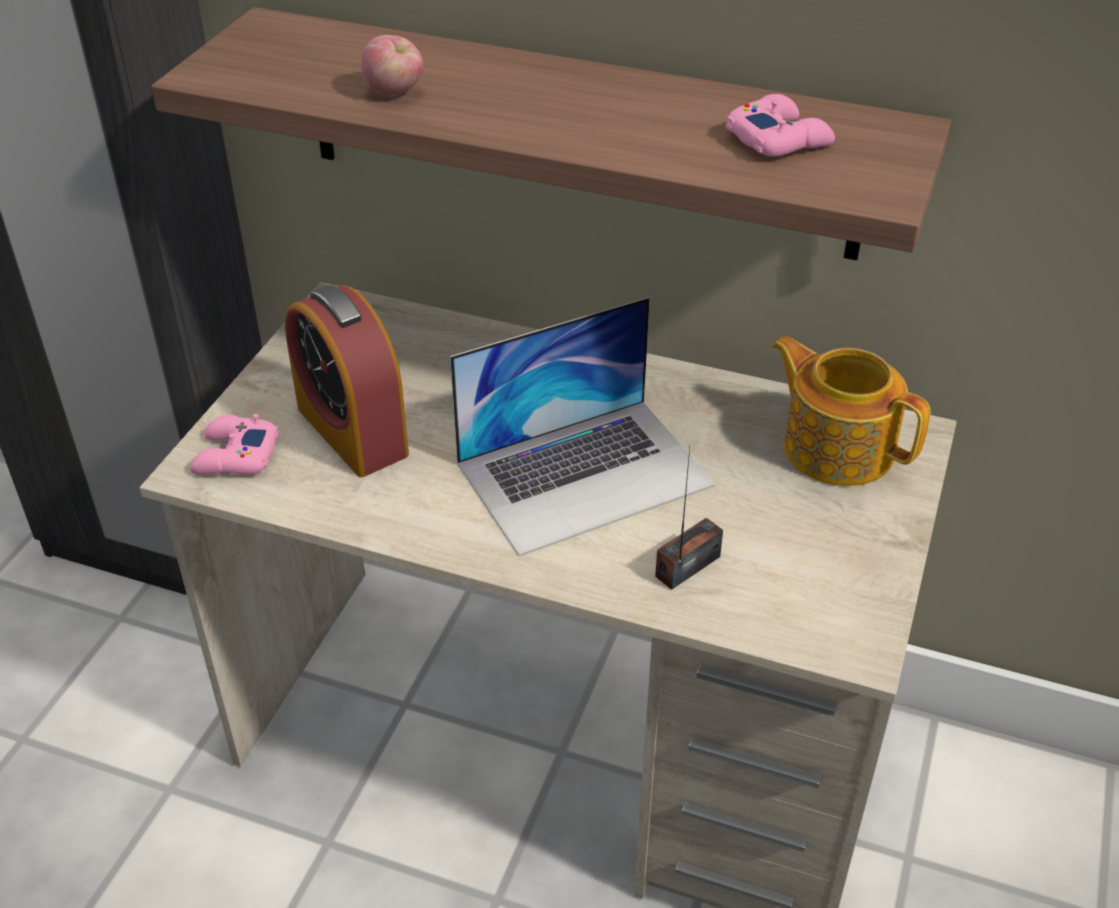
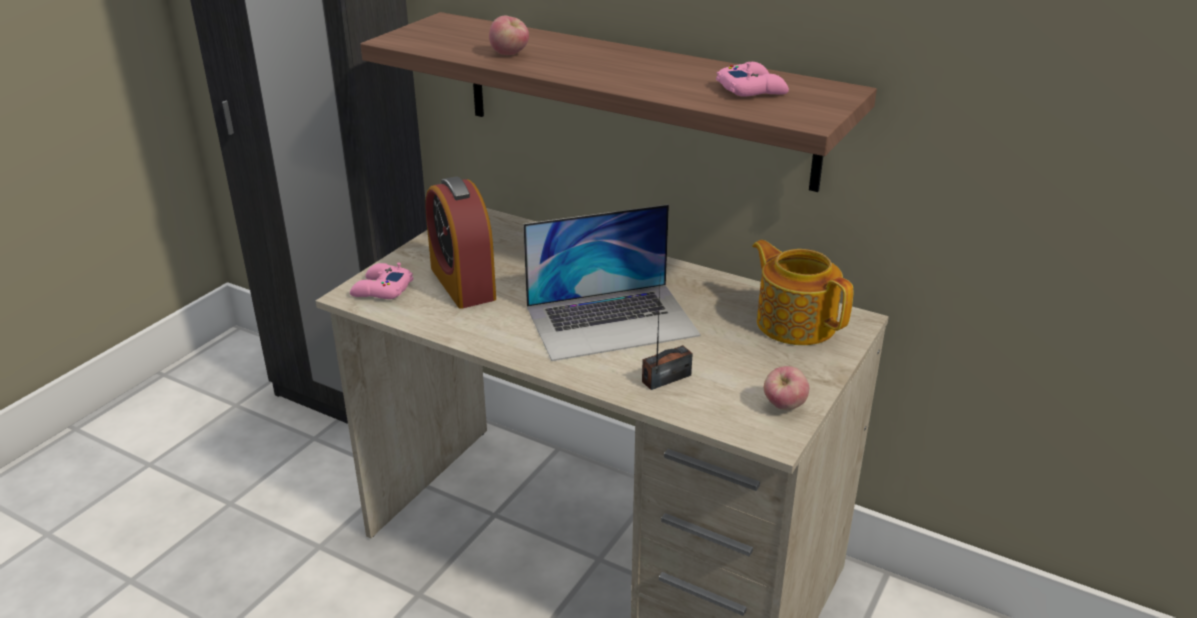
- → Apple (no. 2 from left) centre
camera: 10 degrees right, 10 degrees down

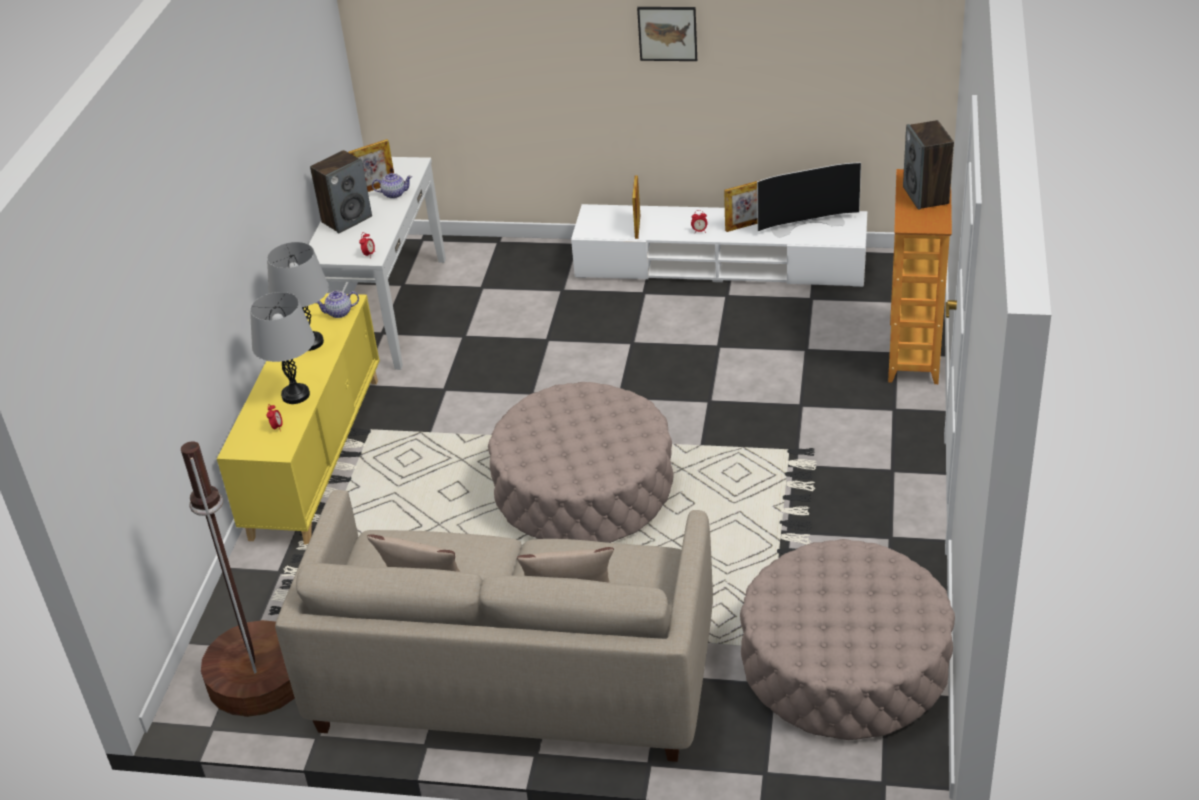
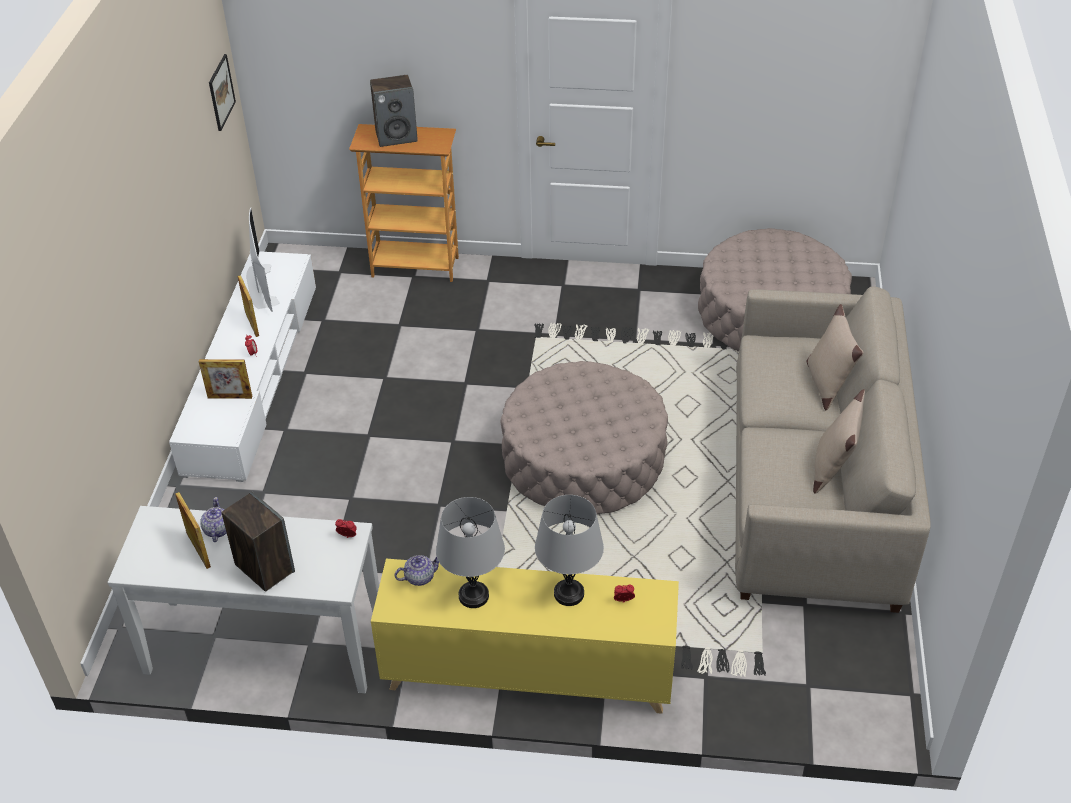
Picture top centre → Picture top left, shifted
Teapot (no. 1 from left in the first image) middle left → Teapot (no. 2 from left) bottom centre, 90 degrees counterclockwise
BrownFloorLamp bottom left → -
camera: 95 degrees left, 5 degrees up

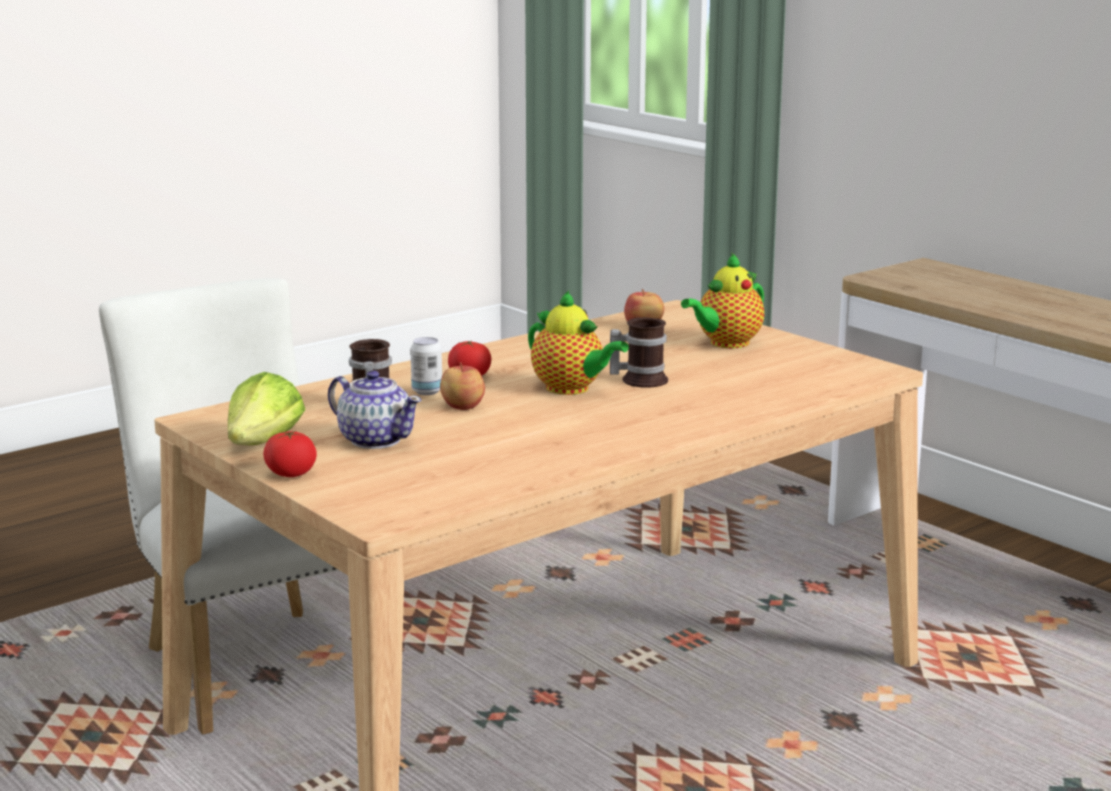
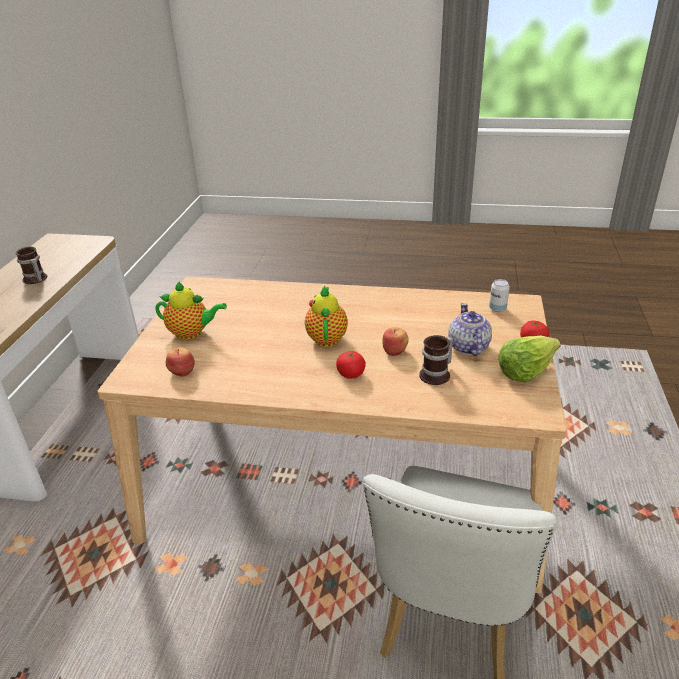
Mug (no. 2 from left in the first image) centre → Mug (no. 1 from left) middle left, shifted
Can centre → Can middle right, shifted
camera: 130 degrees left, 15 degrees up

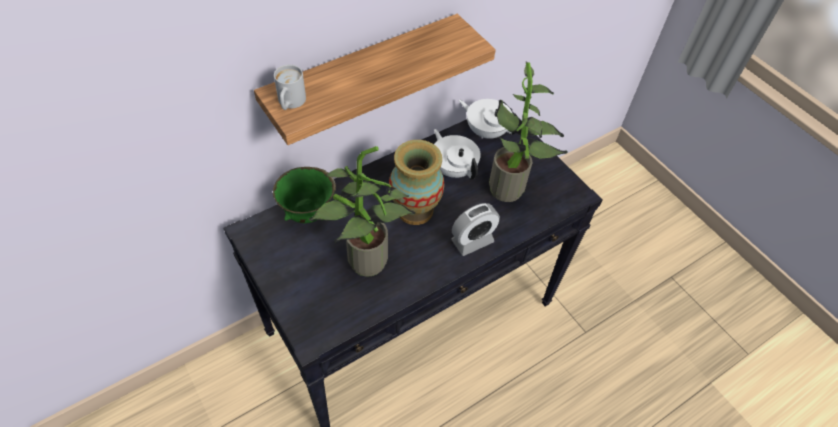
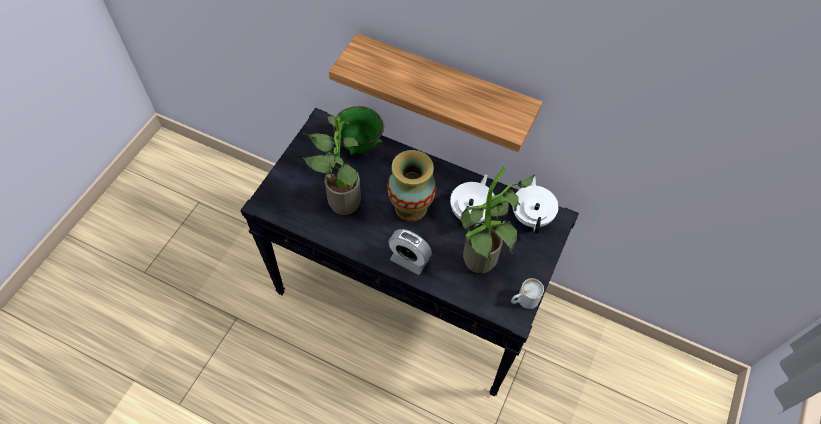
WhiteMug top centre → WhiteMug bottom centre, shifted
camera: 60 degrees right, 5 degrees up

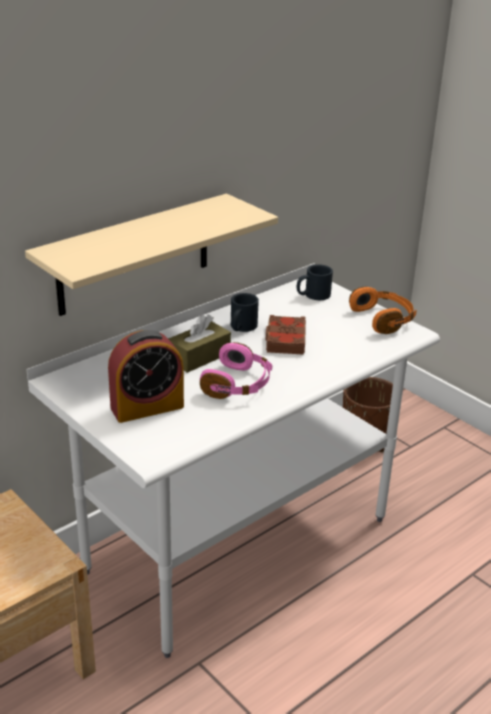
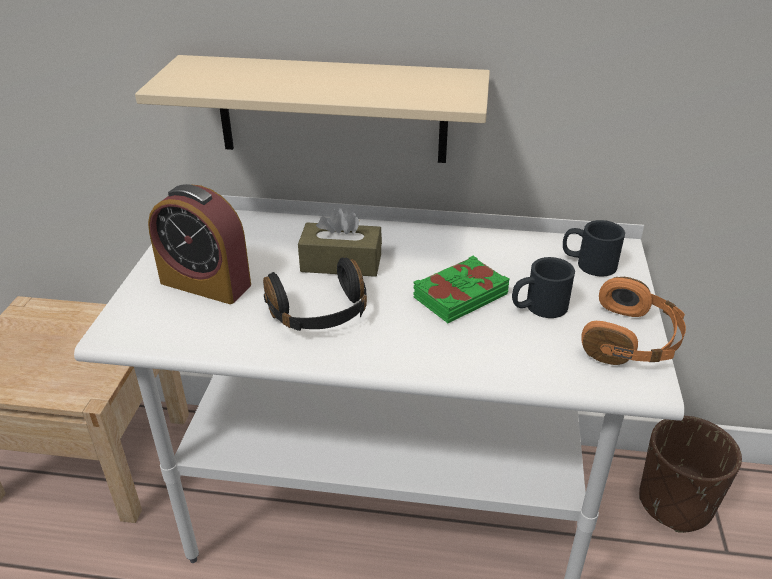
PinkHeadphones centre → BlackHeadphones centre
BrownBook centre → GreenBook centre
BlackMug (no. 1 from left) centre → BlackMug (no. 1 from left) middle right, shifted
camera: 50 degrees right, 5 degrees up

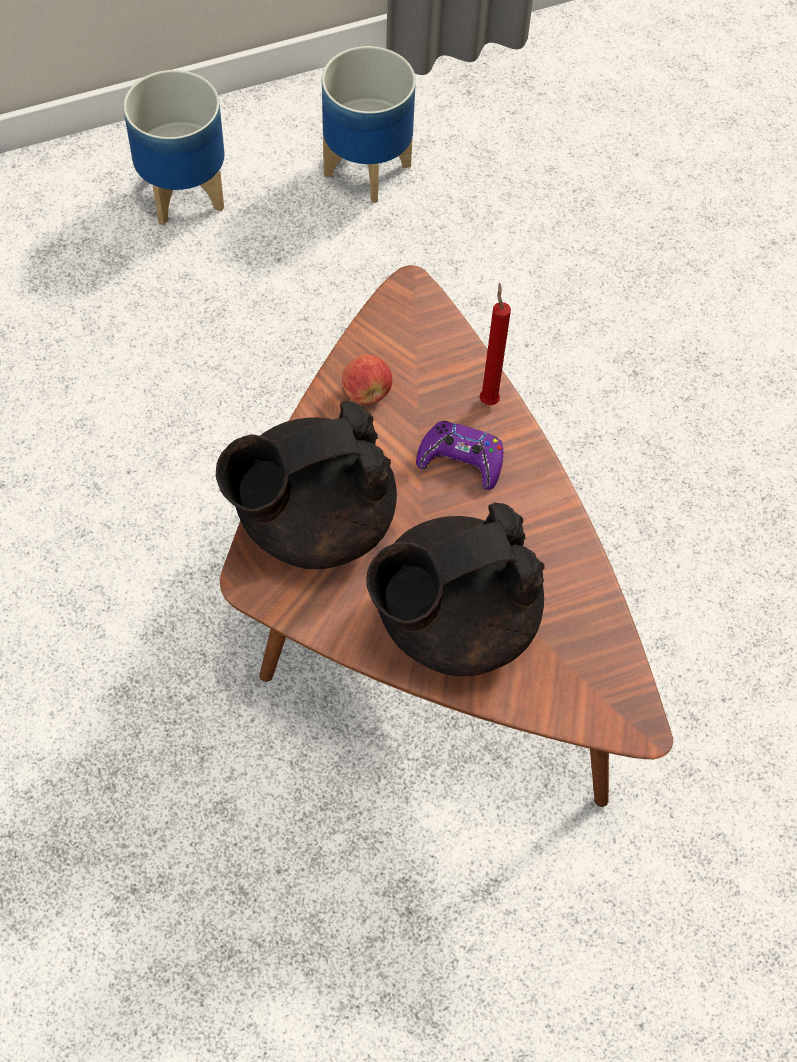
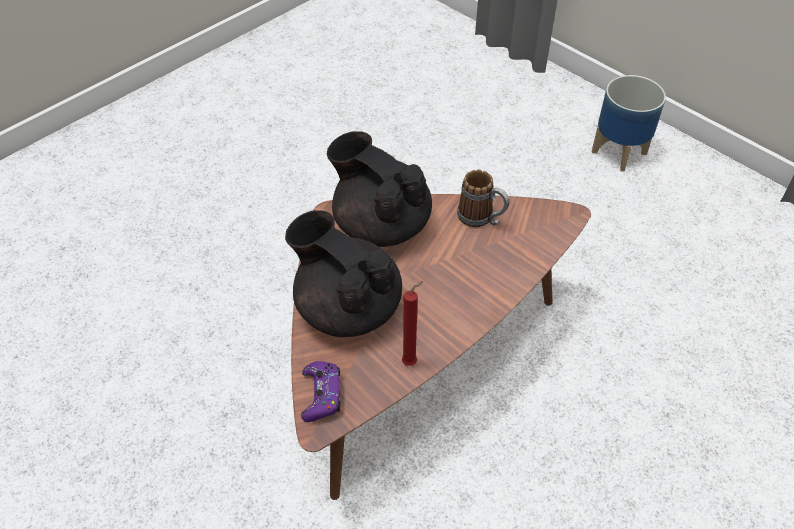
PurpleGameController centre → PurpleGameController bottom centre, shifted
RedCandle top centre → RedCandle centre, shifted
Apple centre → Mug centre
Planter (no. 2 from left) top centre → -
camera: 70 degrees right, 10 degrees down

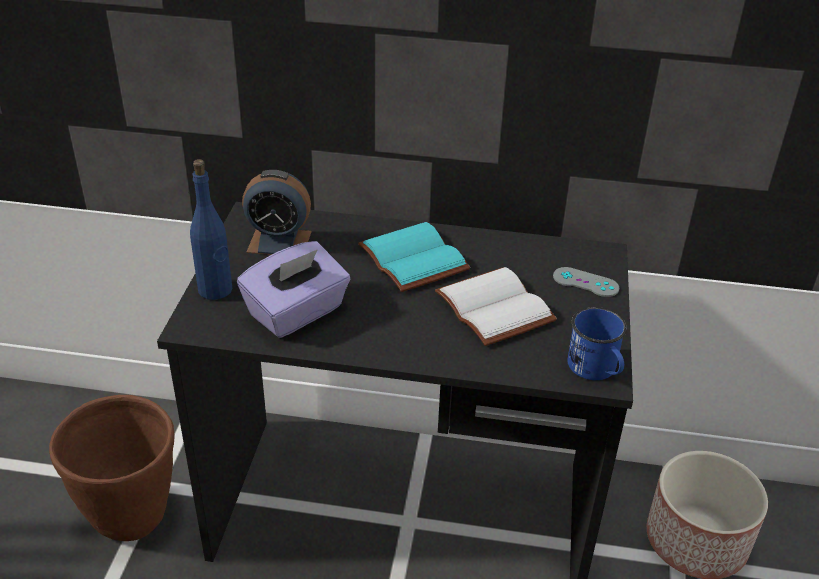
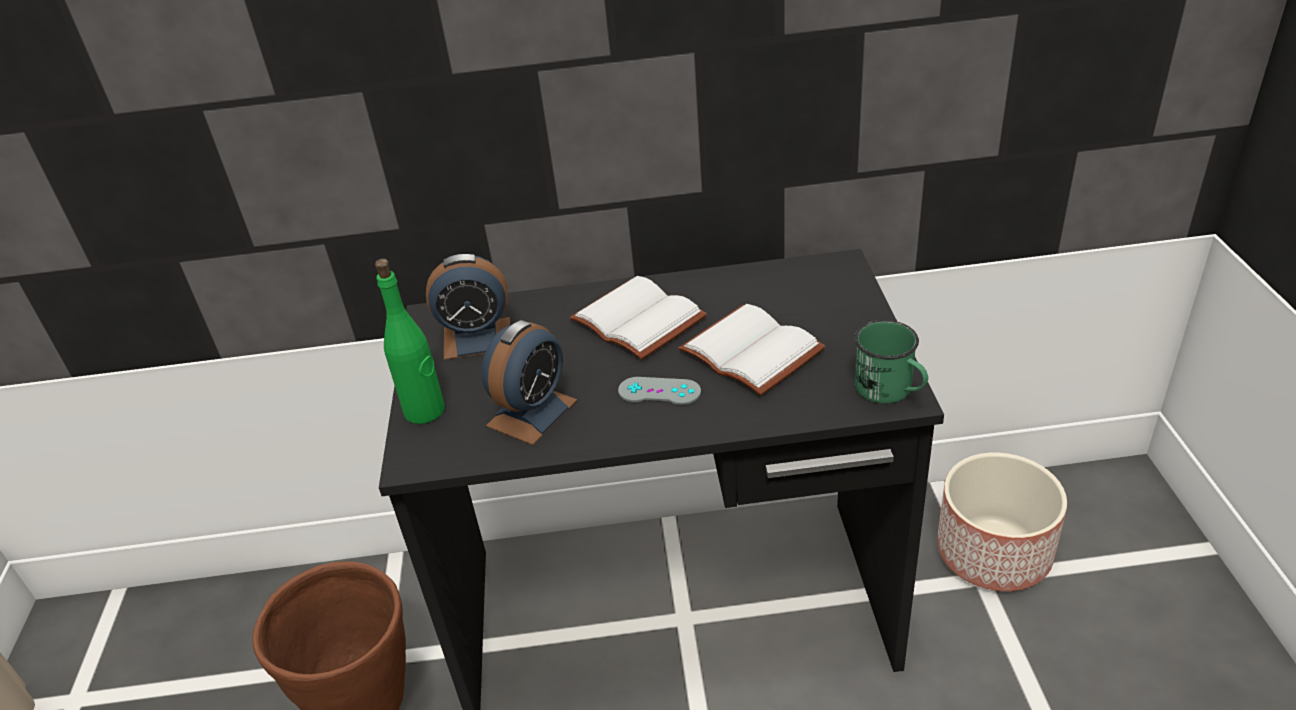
BlueBottle middle left → GreenBottle middle left
PurpleTissueBox centre → AlarmClock (no. 2 from left) centre
TurquoiseBook centre → WhiteBook (no. 1 from left) centre
GreyGameController middle right → GreyGameController centre, shifted
BlueMug middle right → GreenMug middle right
camera: 10 degrees left, 0 degrees up

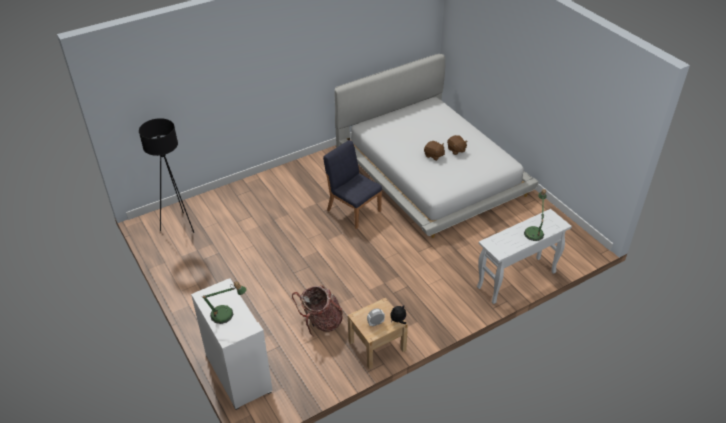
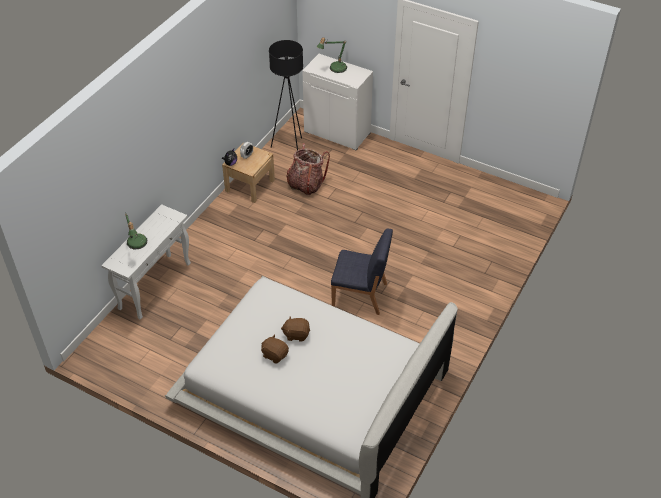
BlackFloorLamp middle left → BlackFloorLamp top centre, shifted
camera: 150 degrees right, 5 degrees up

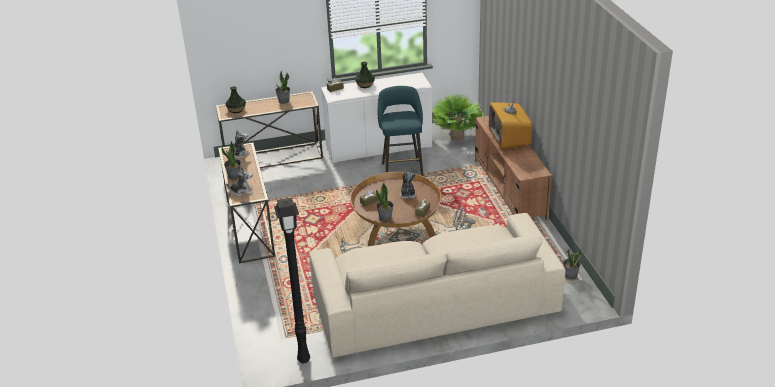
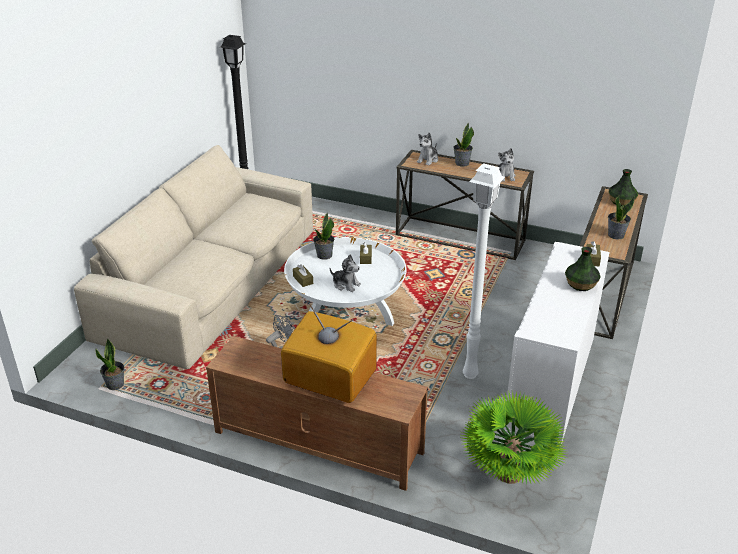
BrownCoffeeTable centre → WhiteCoffeeTable centre
TurquoiseStool centre → WhiteFloorLamp centre
camera: 125 degrees right, 0 degrees up

